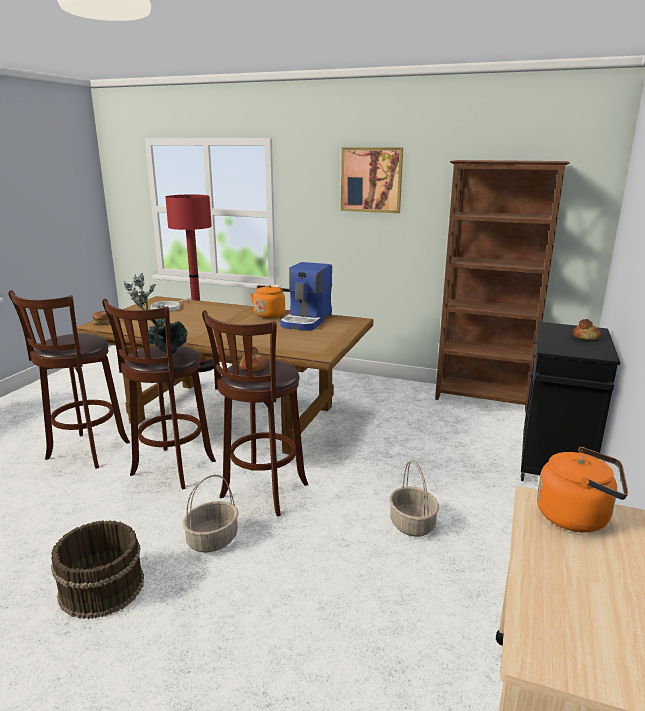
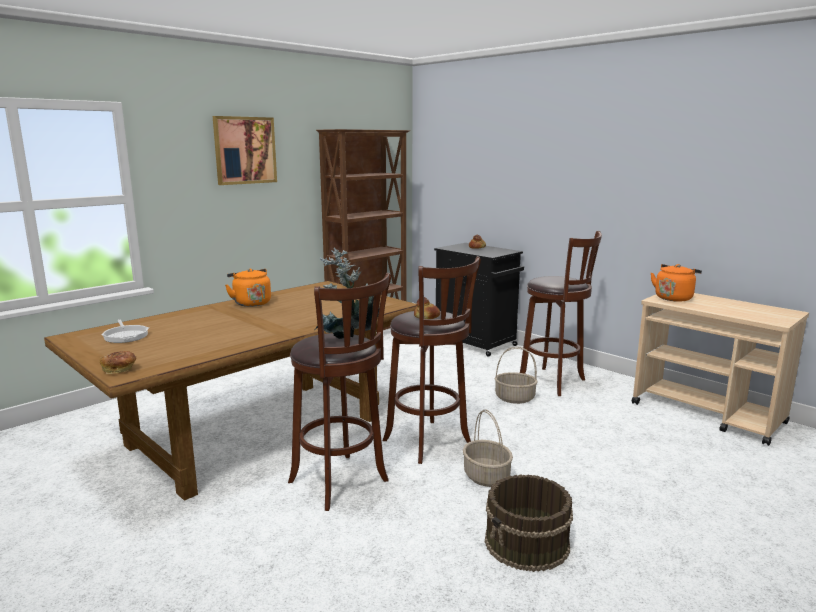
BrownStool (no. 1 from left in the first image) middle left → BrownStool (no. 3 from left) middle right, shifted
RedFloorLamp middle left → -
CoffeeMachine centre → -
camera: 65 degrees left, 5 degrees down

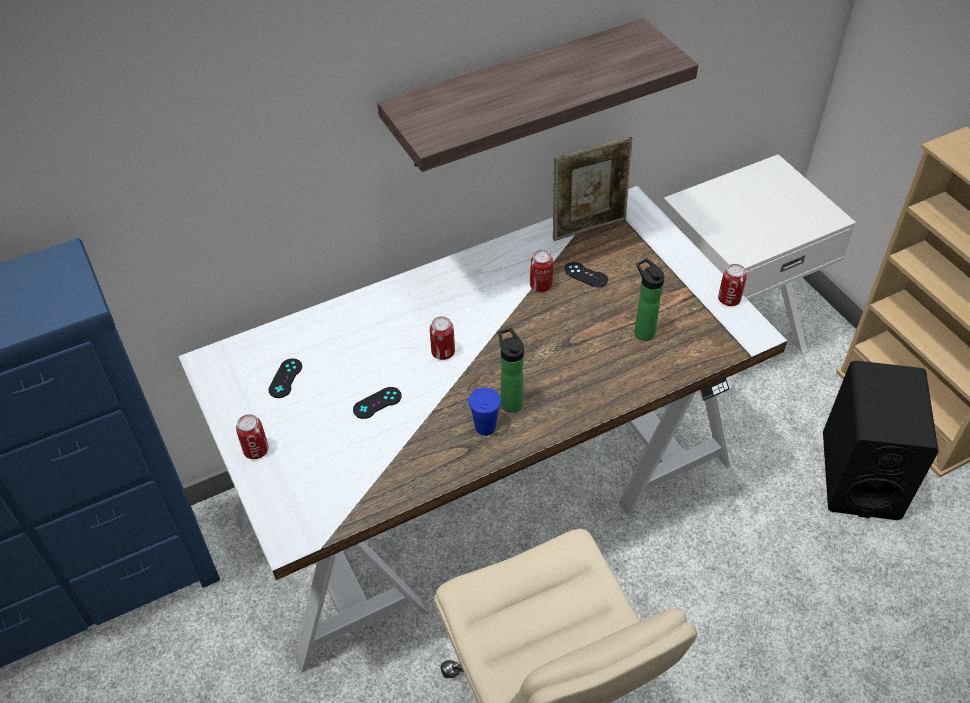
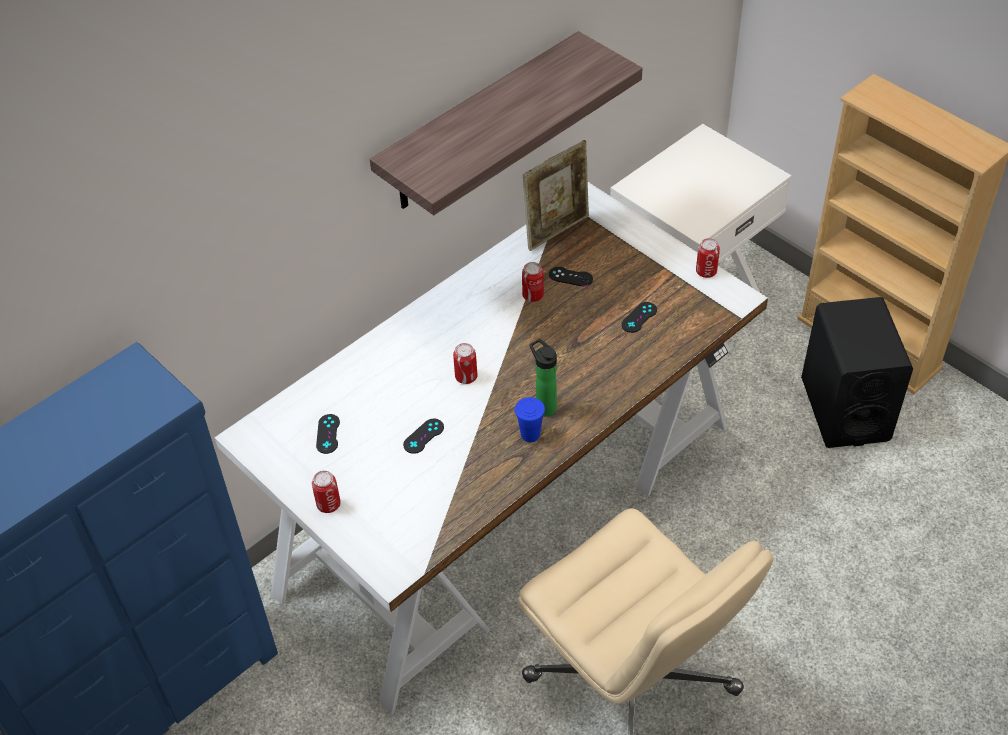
Bottle (no. 2 from left) middle right → BlackGameController (no. 4 from left) centre
camera: 15 degrees left, 0 degrees up

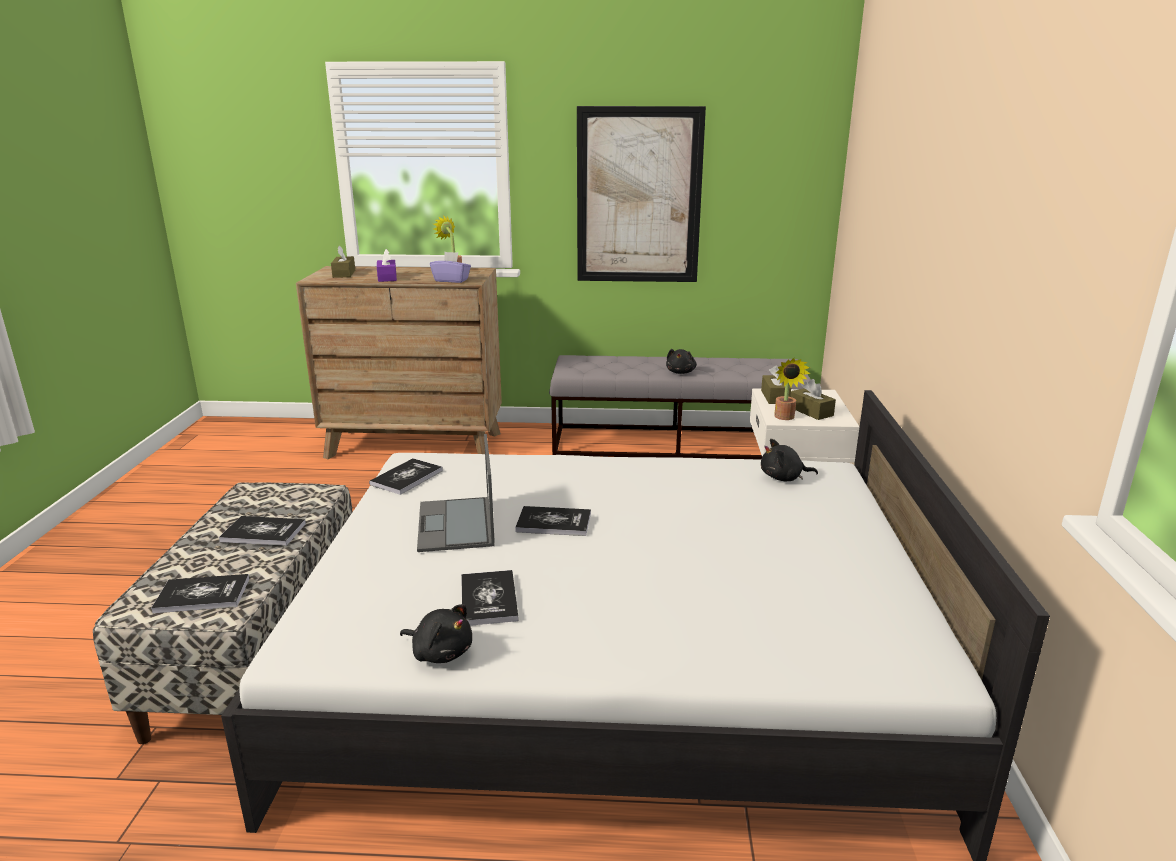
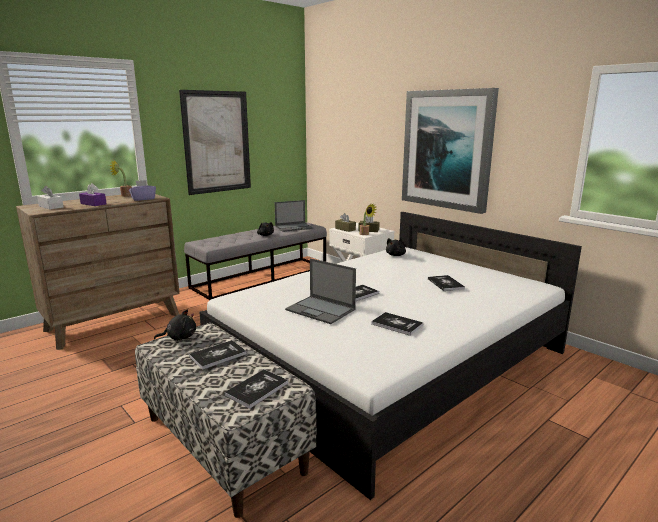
BrownTissueBox (no. 1 from left) top left → WhiteTissueBox middle left
BlackPlushToy (no. 1 from left) bottom centre → BlackPlushToy (no. 1 from left) middle left, shifted
- → Laptop (no. 1 from left) centre
- → Picture (no. 2 from left) top right
Book (no. 3 from left in the first image) centre → Book (no. 5 from left) middle right, shifted
camera: 45 degrees left, 5 degrees down

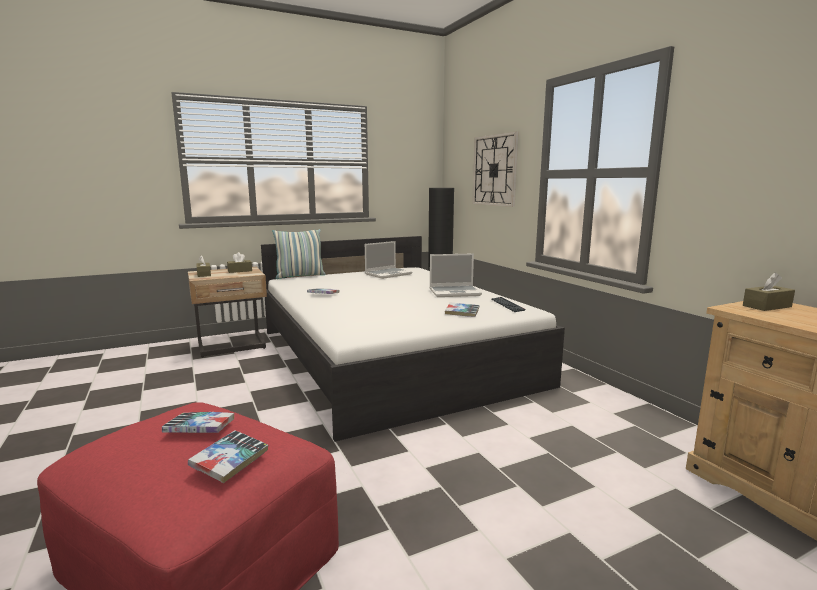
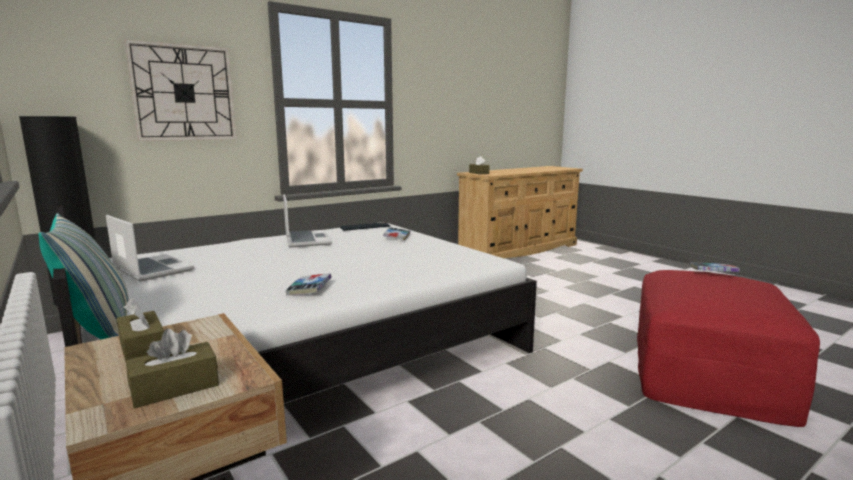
Book (no. 1 from left) bottom left → -
camera: 100 degrees left, 0 degrees up

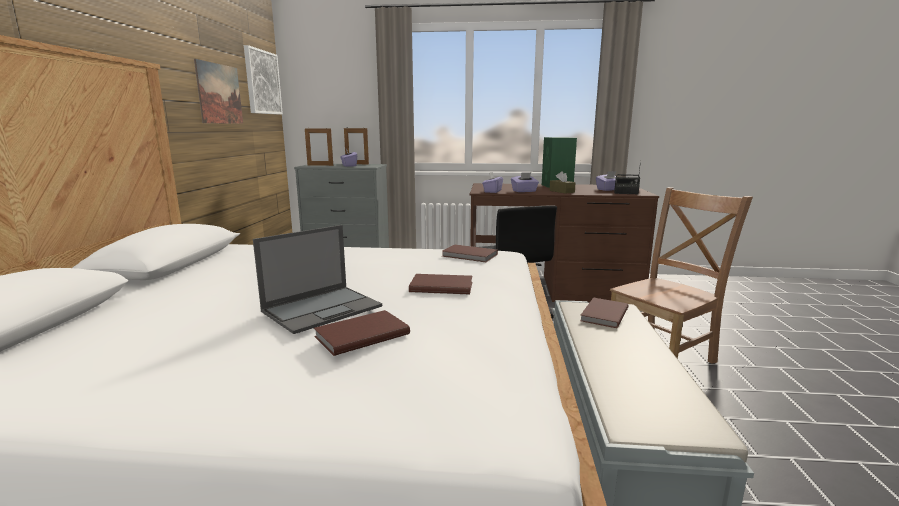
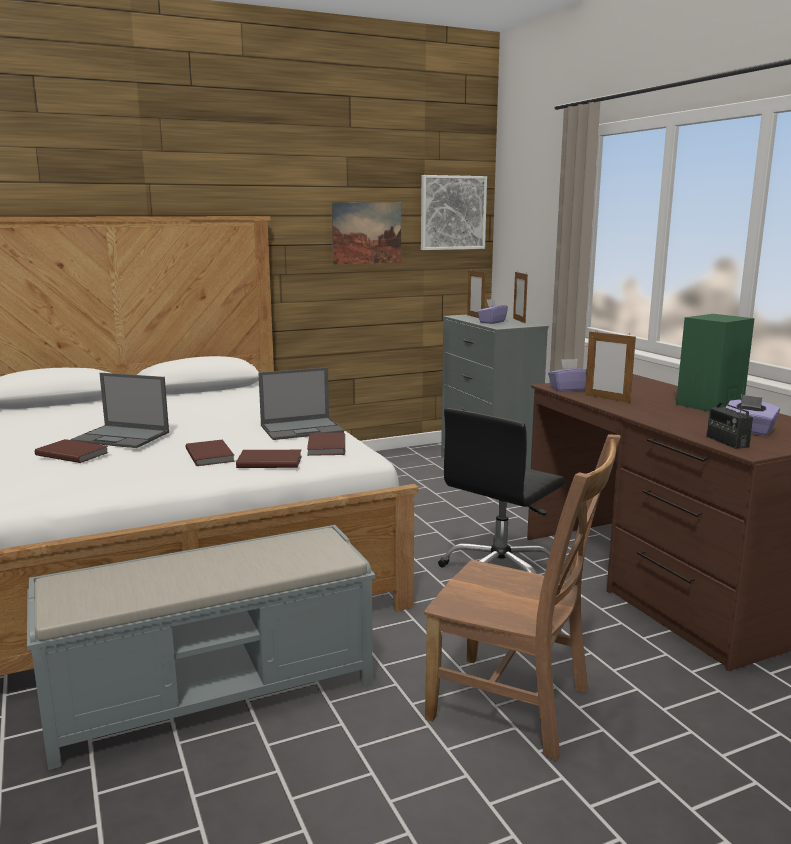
BrownBook (no. 4 from left in the first image) middle right → BrownBook (no. 3 from left) centre, shifted
- → Laptop (no. 2 from left) centre
PurpleTissueBox (no. 3 from left) centre → PictureFrame (no. 3 from left) middle right
BrownTissueBox centre → -
camera: 60 degrees right, 0 degrees up

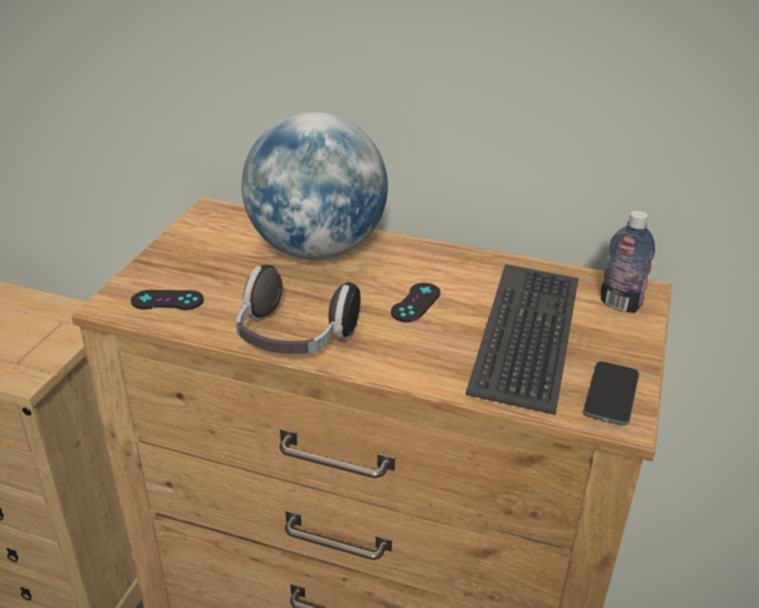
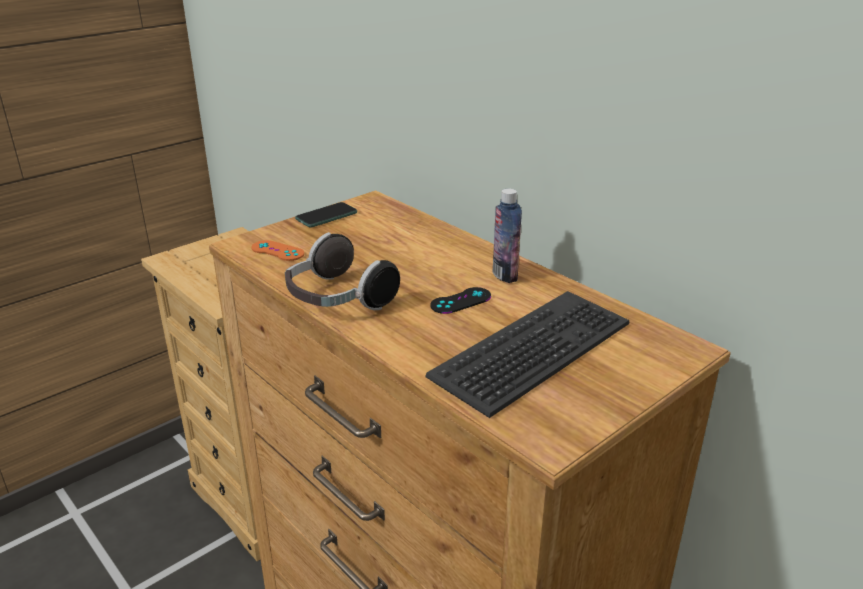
BlackGameController (no. 1 from left) middle left → OrangeGameController middle left
Phone middle right → Phone centre, shifted
Bottle middle right → Bottle centre, shifted
Globe top centre → -
camera: 30 degrees right, 5 degrees down

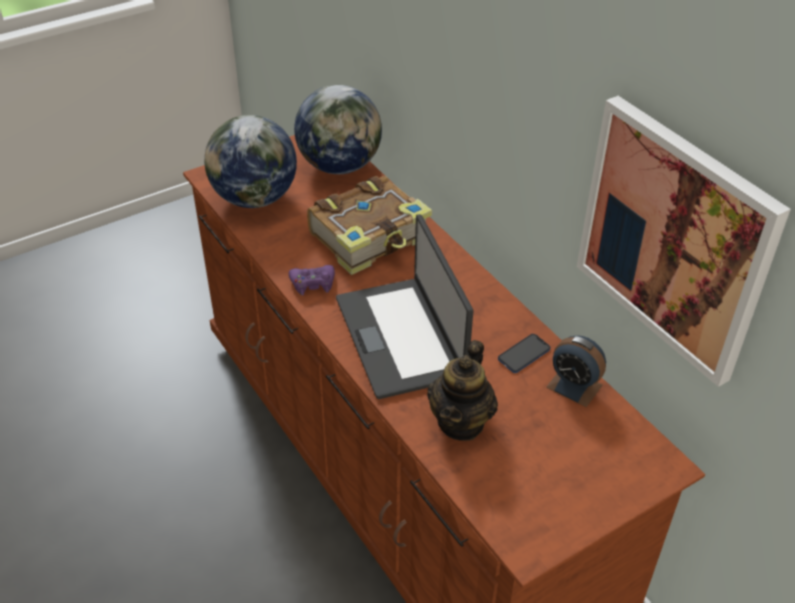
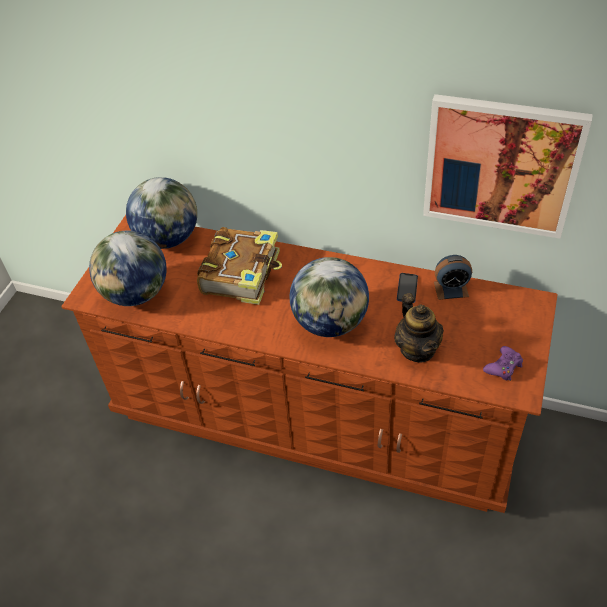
Laptop centre → Globe (no. 3 from left) centre
PurpleGameController centre → PurpleGameController middle right, shifted
camera: 35 degrees left, 5 degrees up

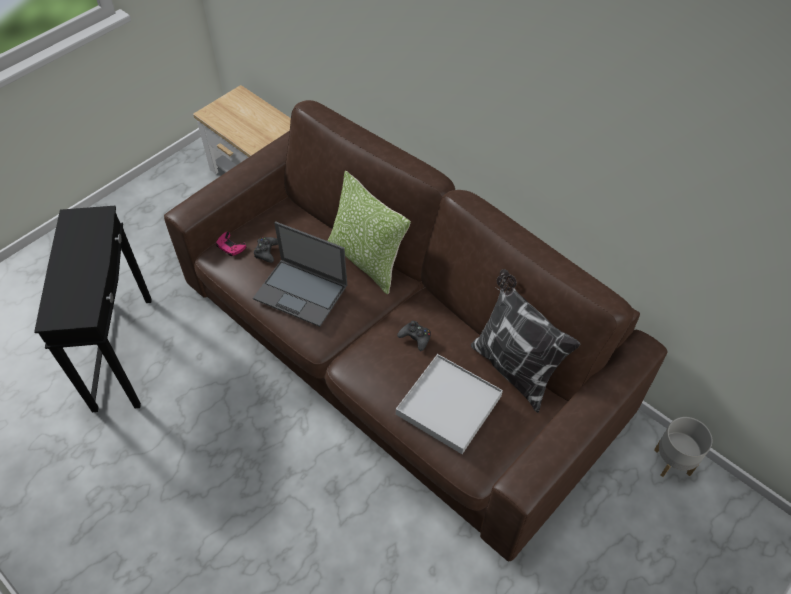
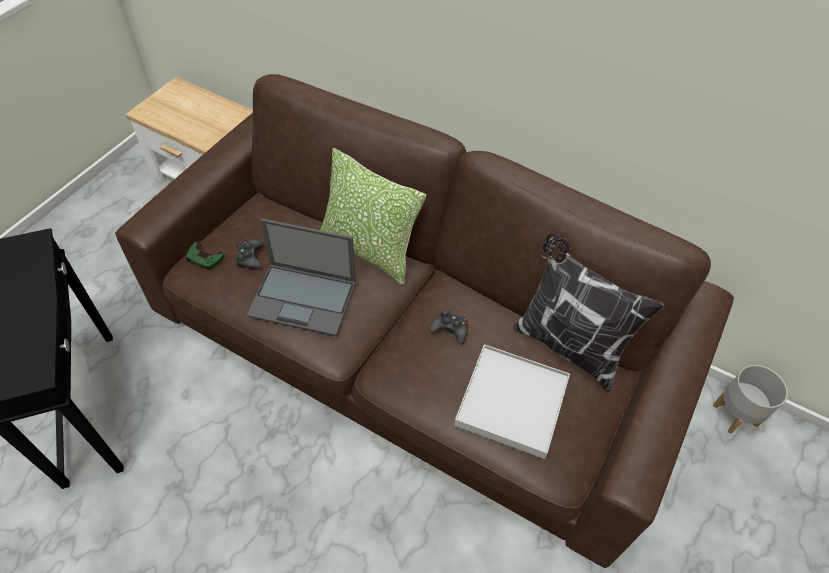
PinkGameController middle left → GreenGameController middle left
camera: 15 degrees left, 0 degrees up

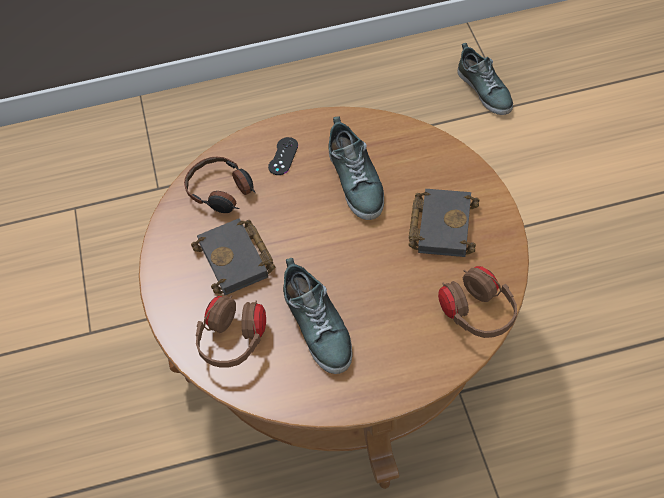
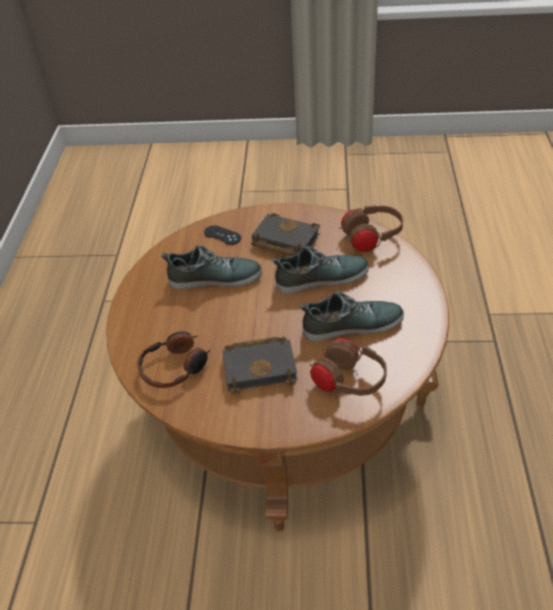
BlackGameController top centre → BlackGameController centre, shifted
Shoe (no. 3 from left in the first image) top right → Shoe (no. 2 from left) centre, shifted
camera: 75 degrees left, 10 degrees down

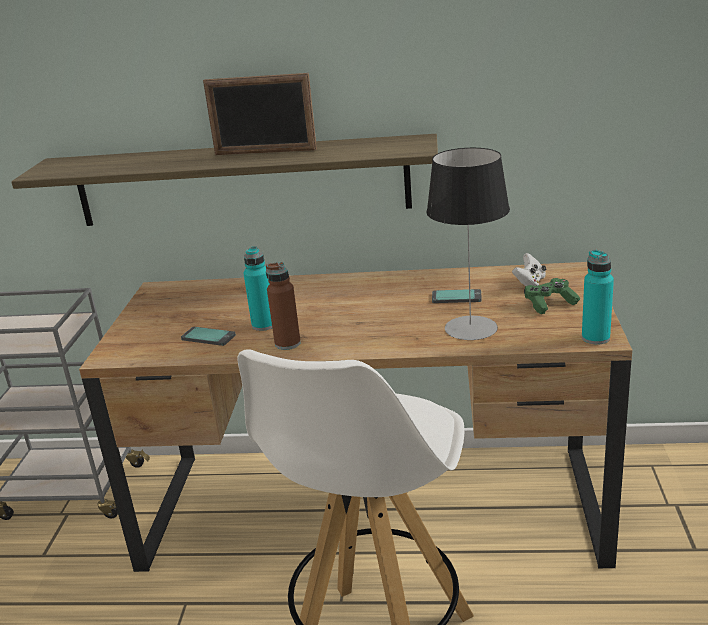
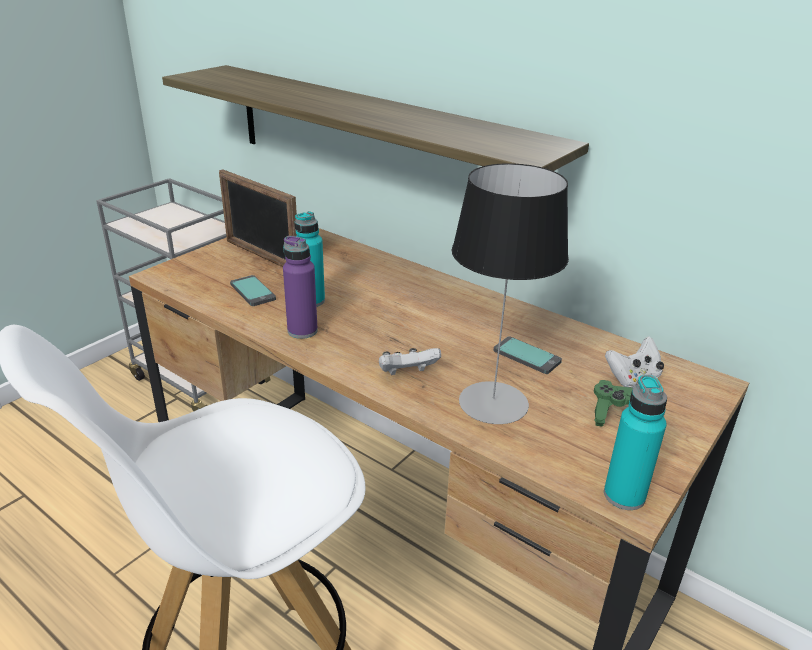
PictureFrame top centre → PictureFrame middle left, shifted
BrownBottle centre → PurpleBottle centre
- → WhiteGameController (no. 1 from left) centre
camera: 30 degrees right, 5 degrees up

